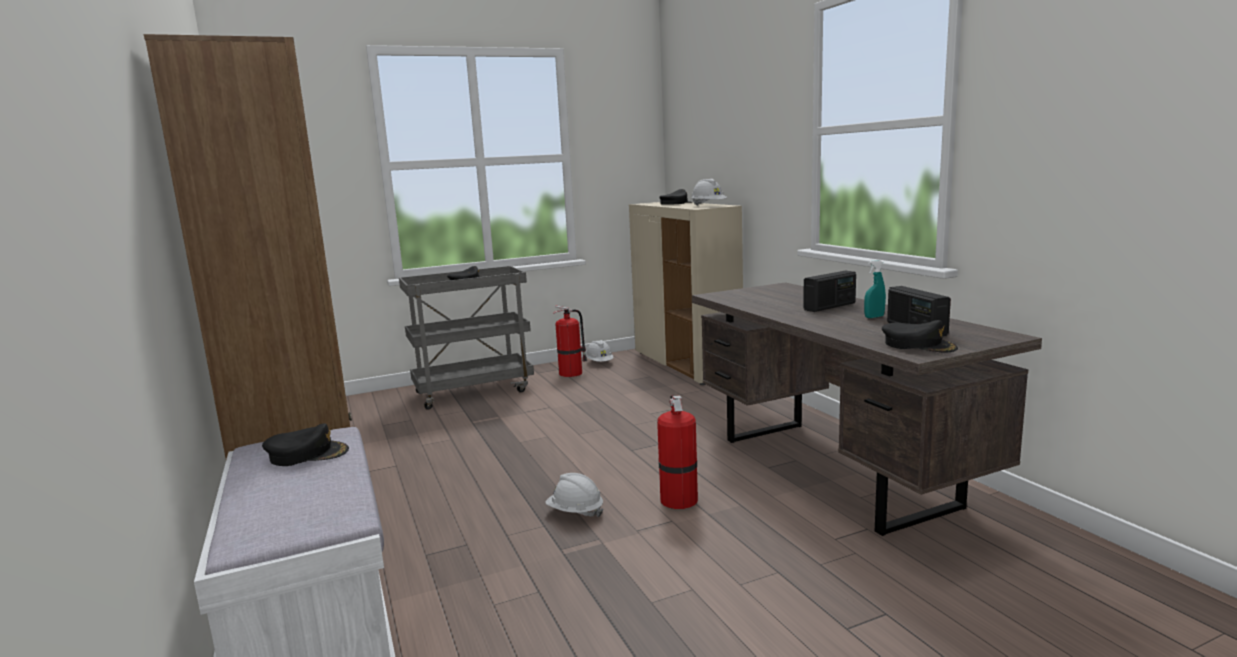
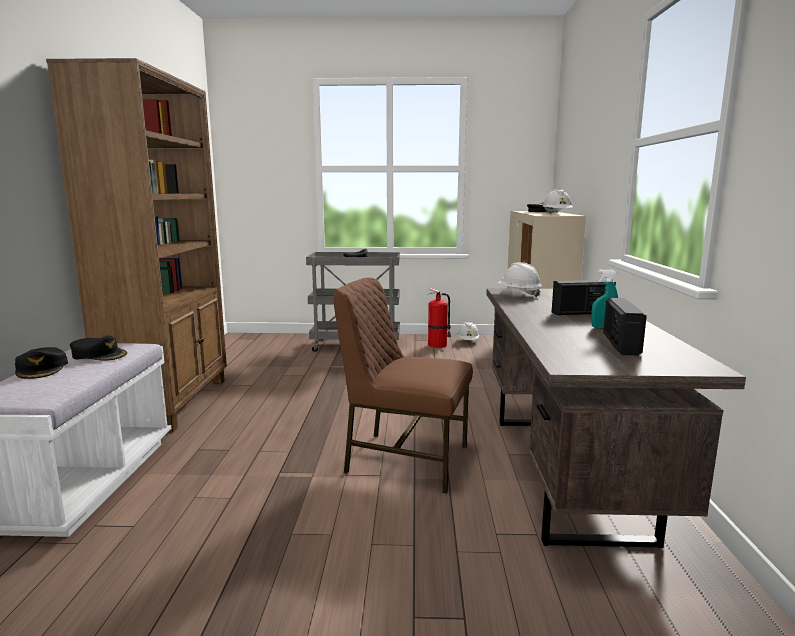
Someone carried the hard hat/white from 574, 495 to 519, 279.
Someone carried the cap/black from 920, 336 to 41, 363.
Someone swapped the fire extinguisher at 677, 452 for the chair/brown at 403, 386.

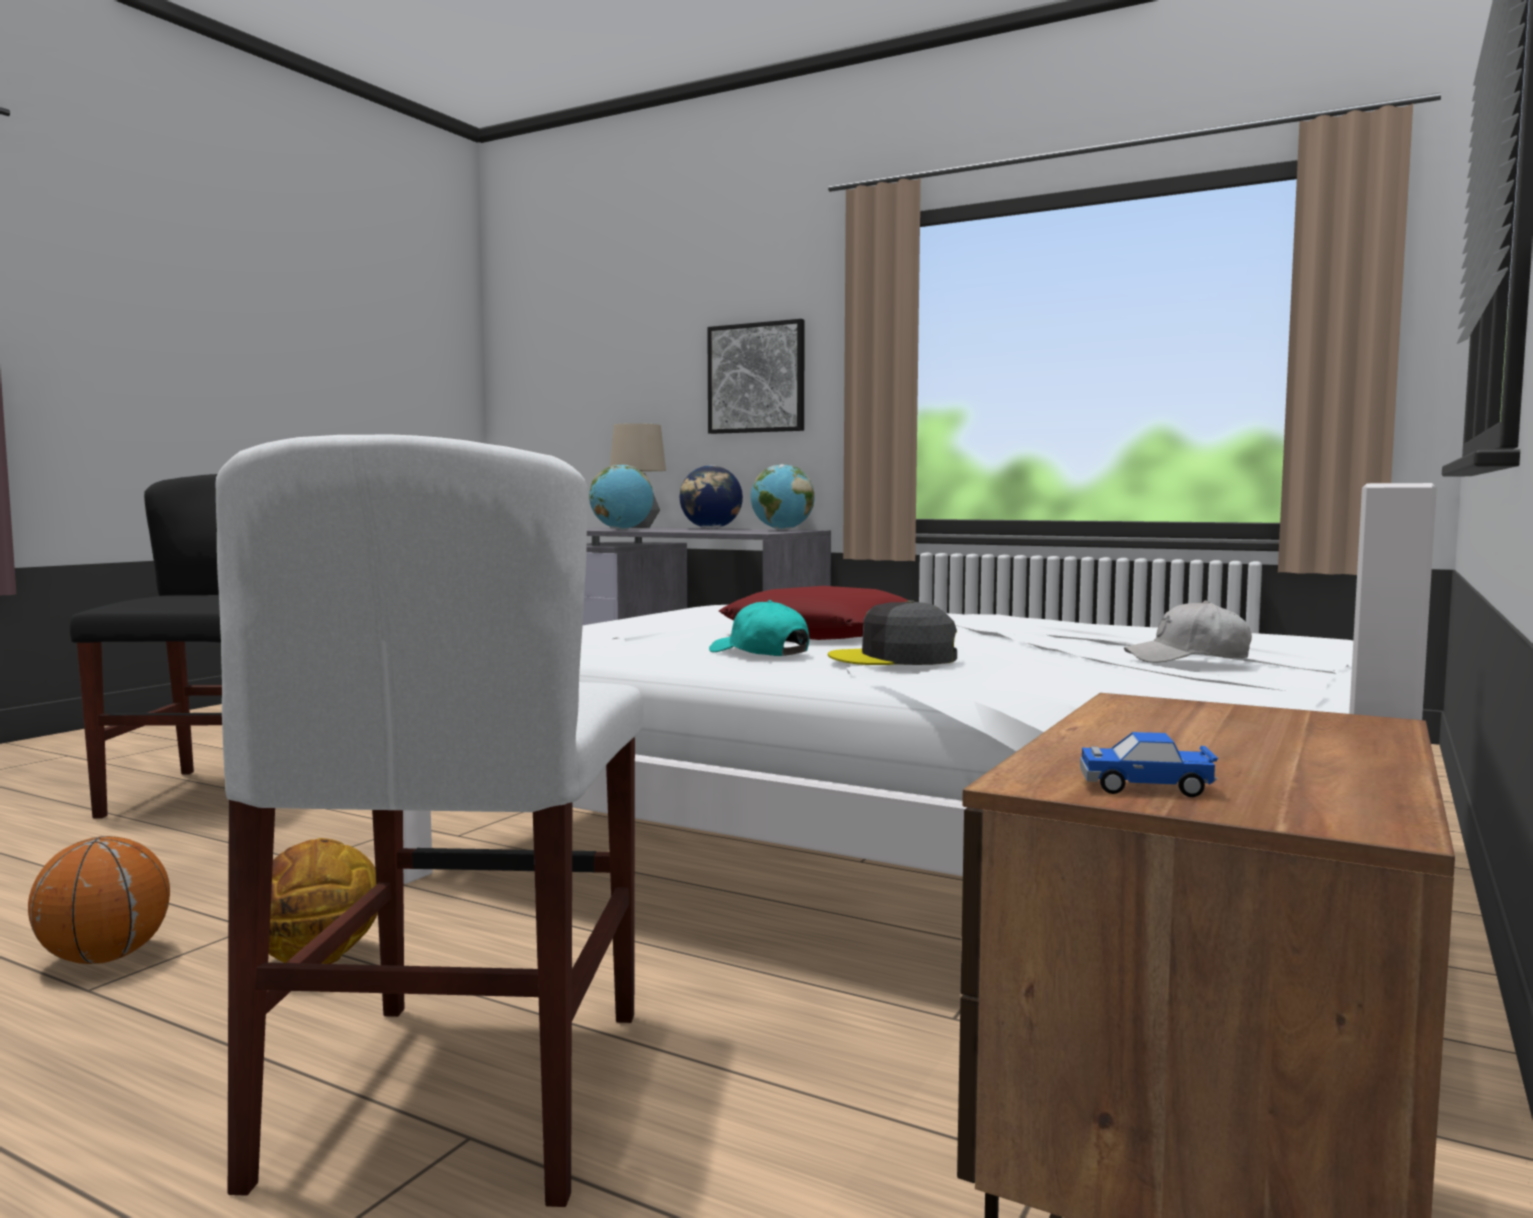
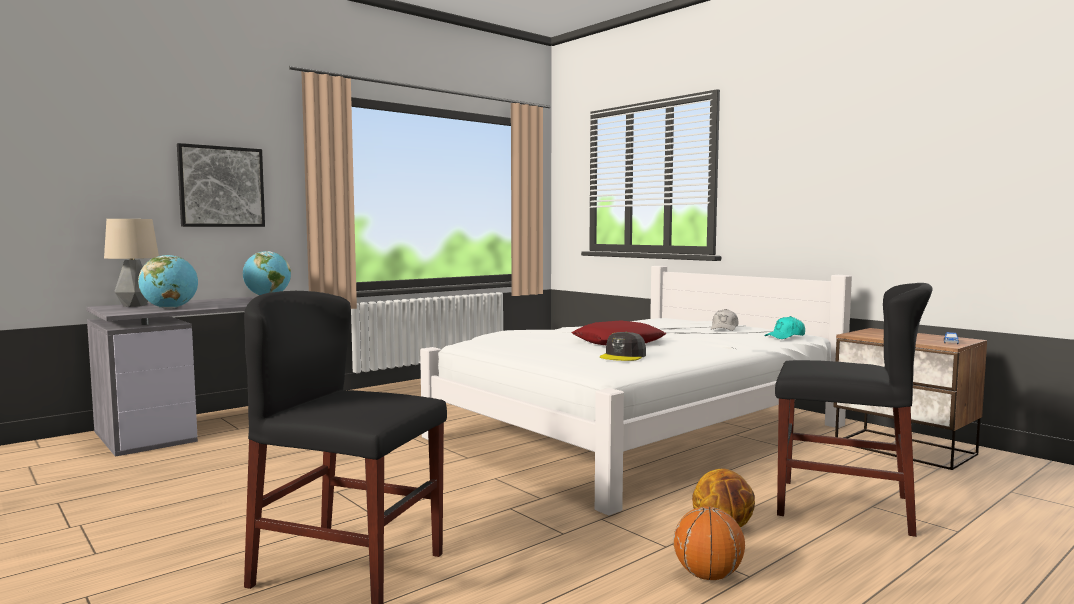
Someone took away the globe at 711, 497.
Someone carried the cap/turquoise from 759, 628 to 784, 327.
Someone carried the cap/grey from 892, 632 to 623, 346.
Someone repainted the chair/white at 430, 820, which became the chair/black at 854, 410.

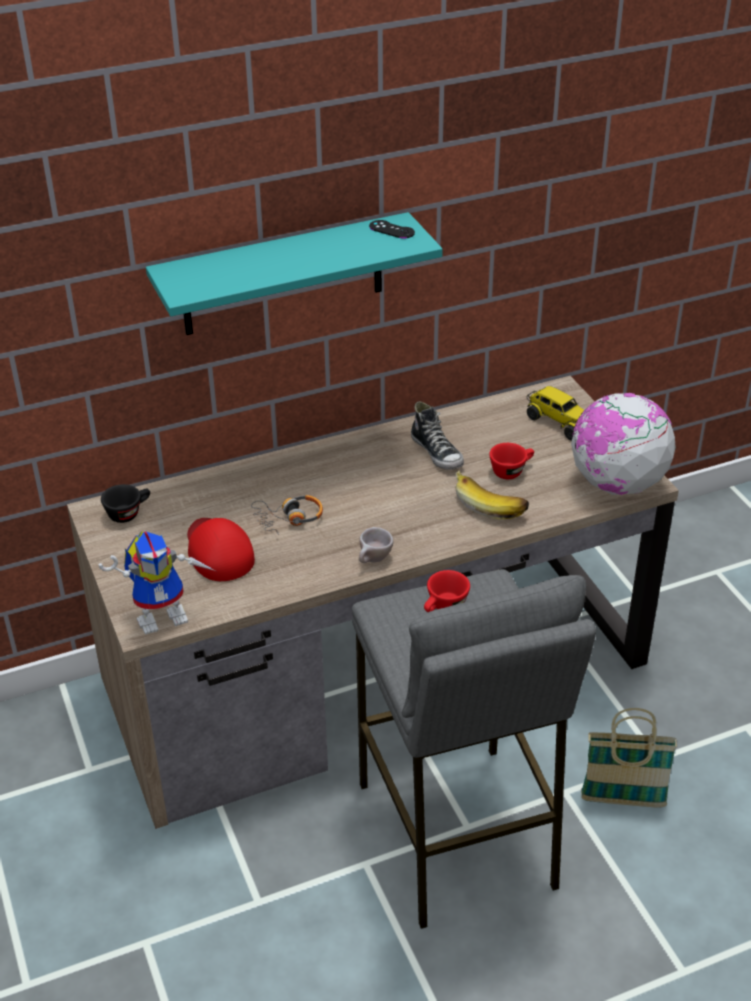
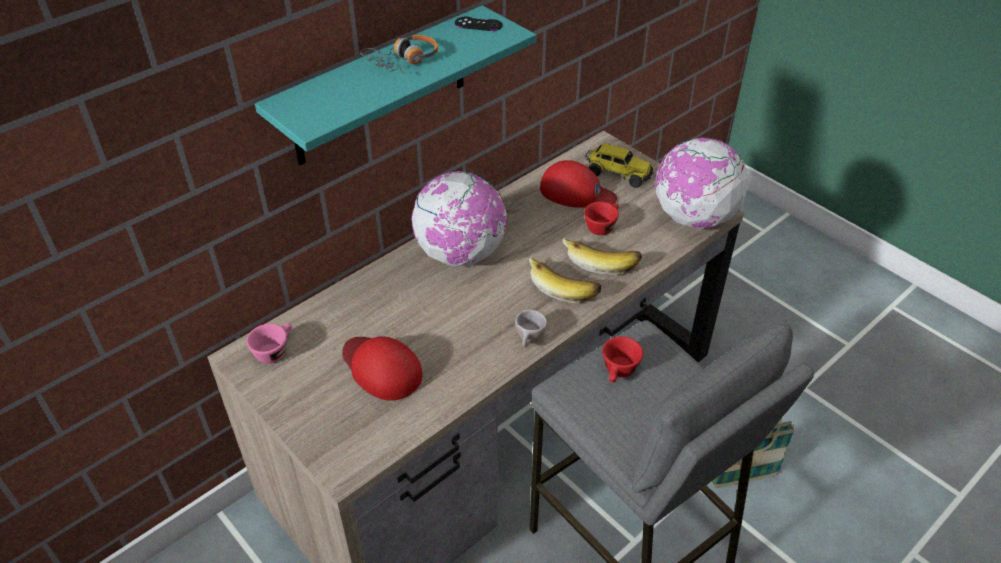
Someone took away the toy robot at 156, 583.
Someone took away the shoe at 437, 435.
Someone put down the globe at 459, 219.
Someone put down the banana at 565, 279.
Someone put down the cap/red at 578, 183.
Someone carried the headphones from 287, 515 to 399, 54.
Someone repainted the cup/black at 125, 503, which became the cup/pink at 269, 343.

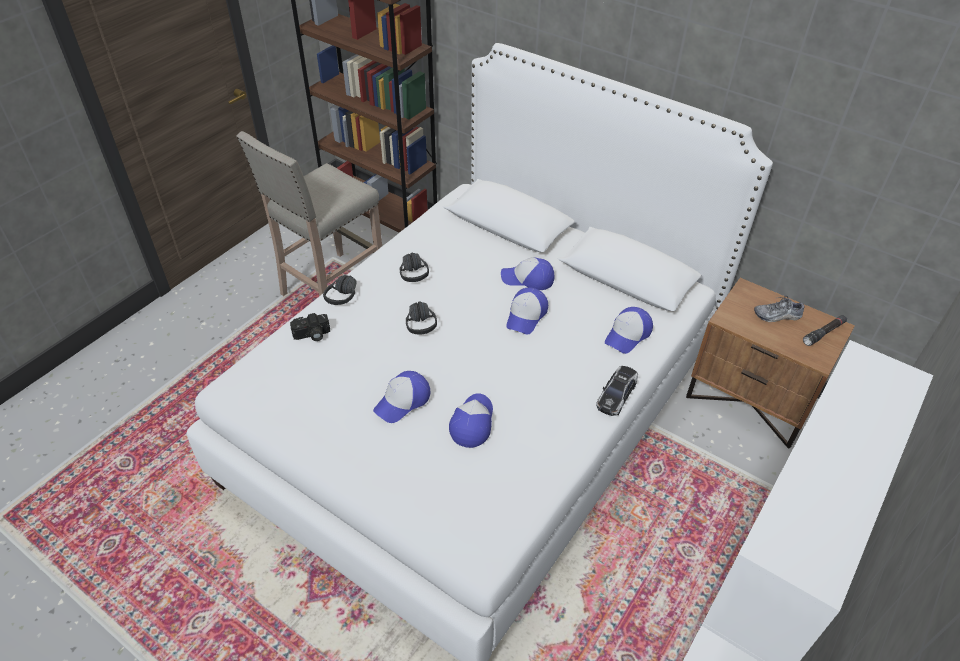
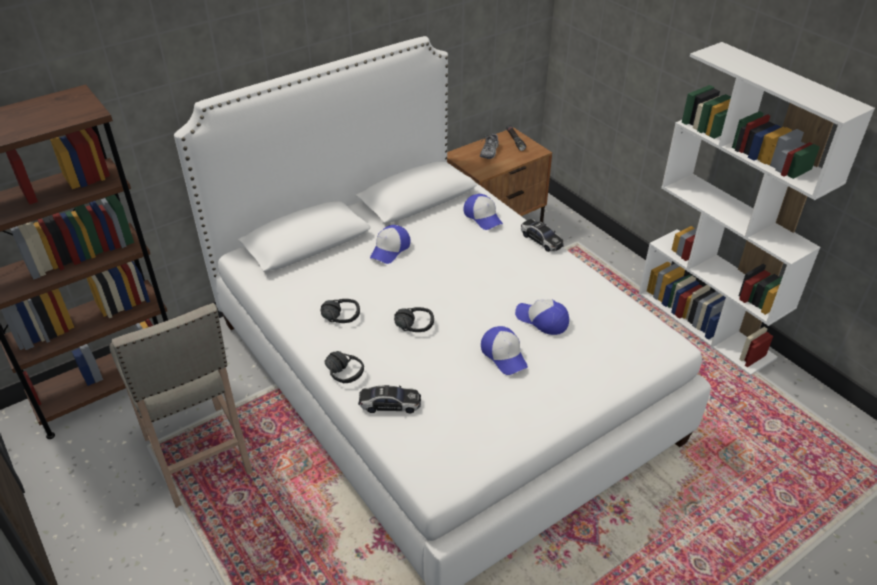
Someone took away the cap at 527, 311.
Someone swapped the photo camera at 310, 327 for the toy car at 389, 399.

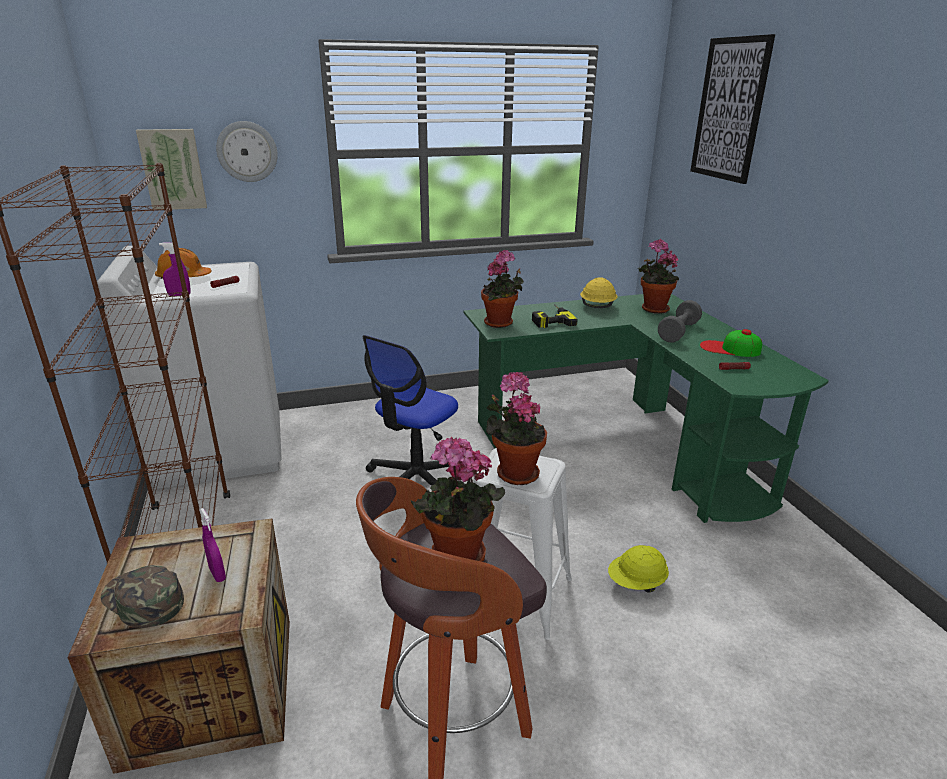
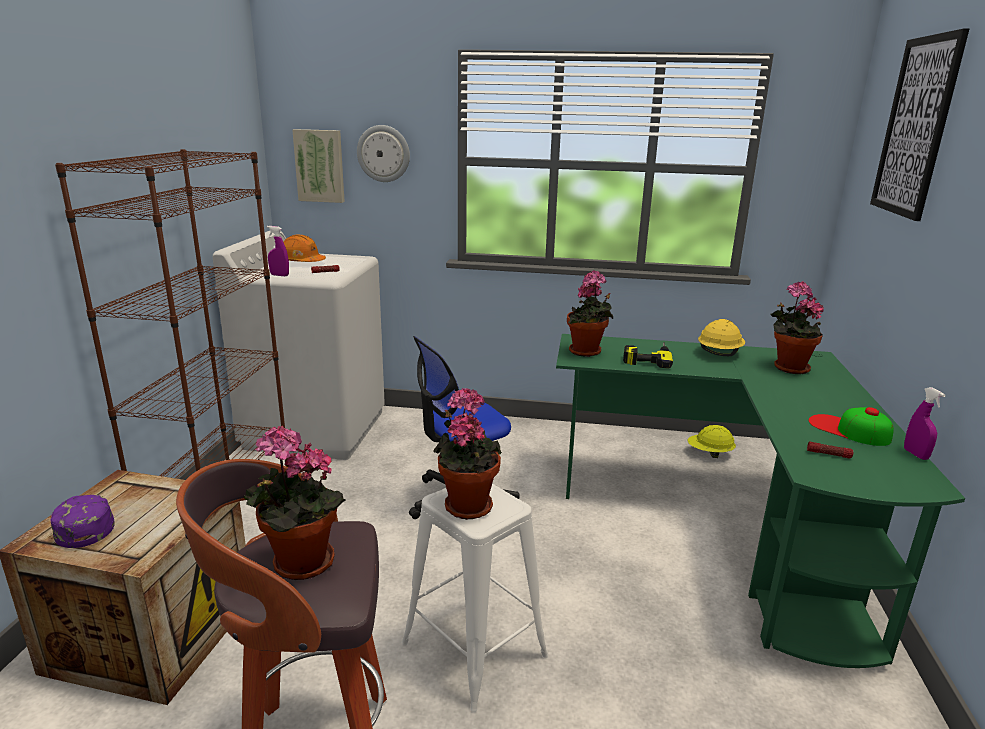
Someone took away the dumbbell/grey at 680, 321.
Someone carried the spray bottle/purple from 212, 545 to 925, 423.
Someone carried the hard hat/yellow from 638, 569 to 712, 441.
Someone repainted the cap/green at 142, 596, which became the cap/purple at 83, 521.

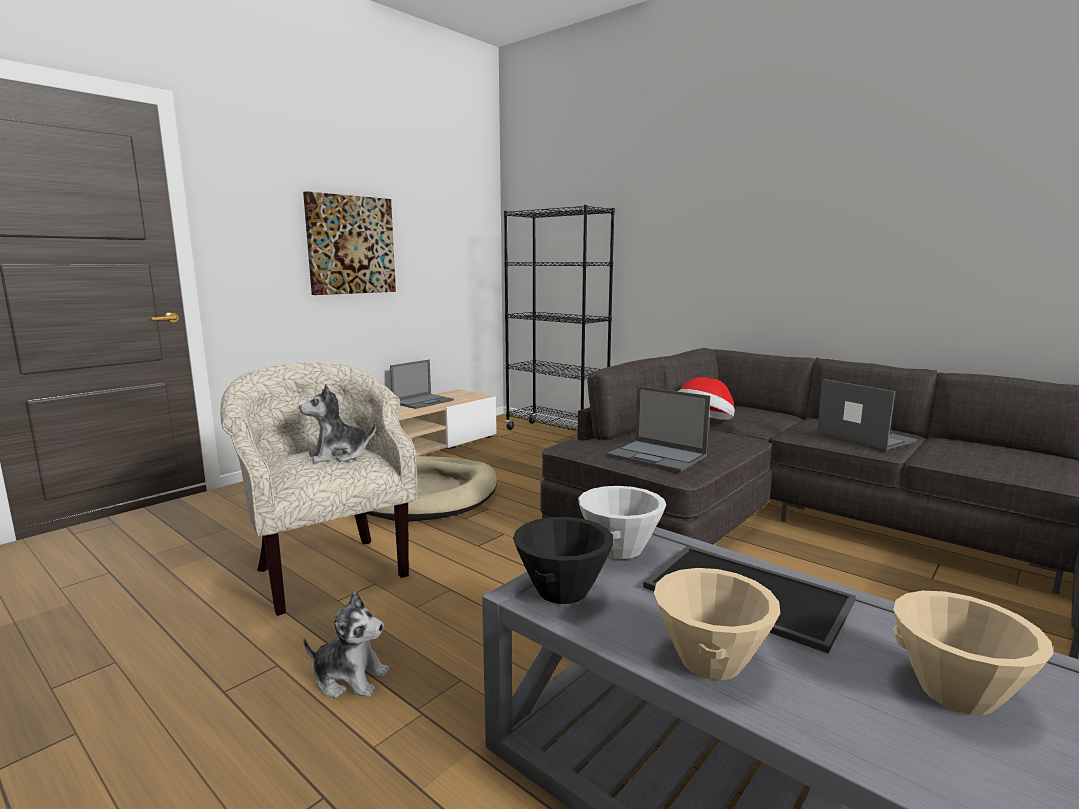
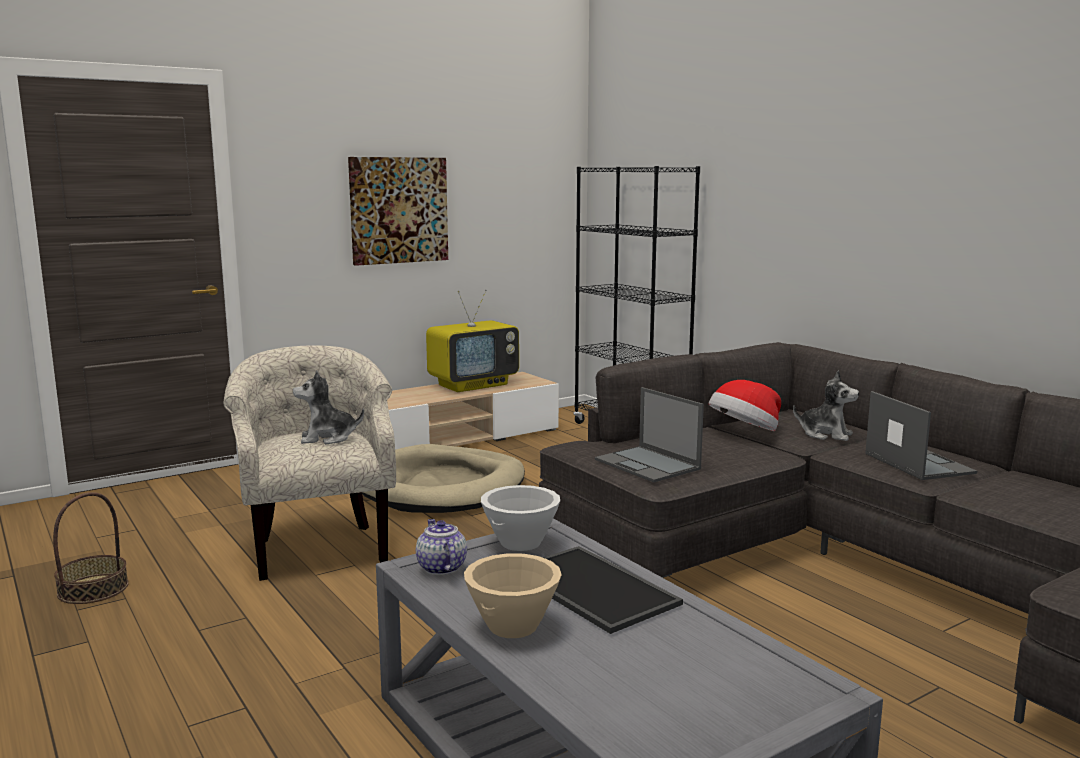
Someone took away the bowl/beige at 973, 653.
Someone put down the basket at 91, 548.
Someone carried the plush toy from 346, 645 to 826, 405.
Someone swapped the laptop at 422, 384 for the television at 472, 341.
Someone swapped the bowl/black at 563, 560 for the teapot at 441, 547.

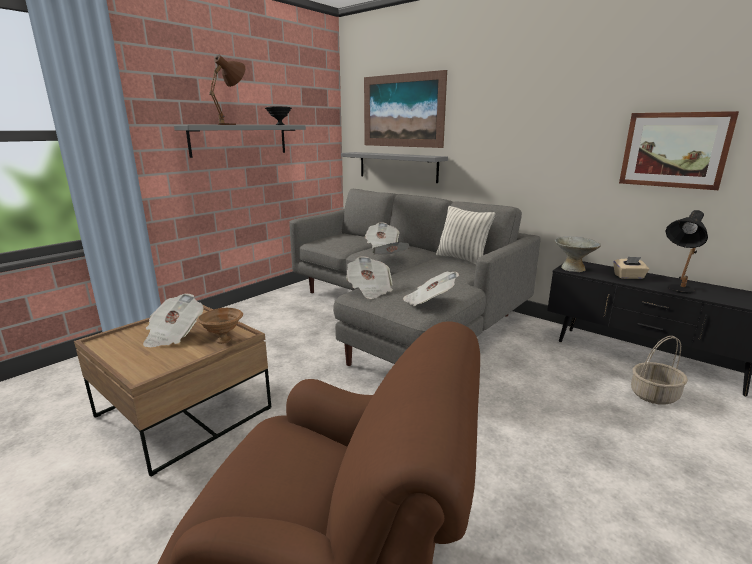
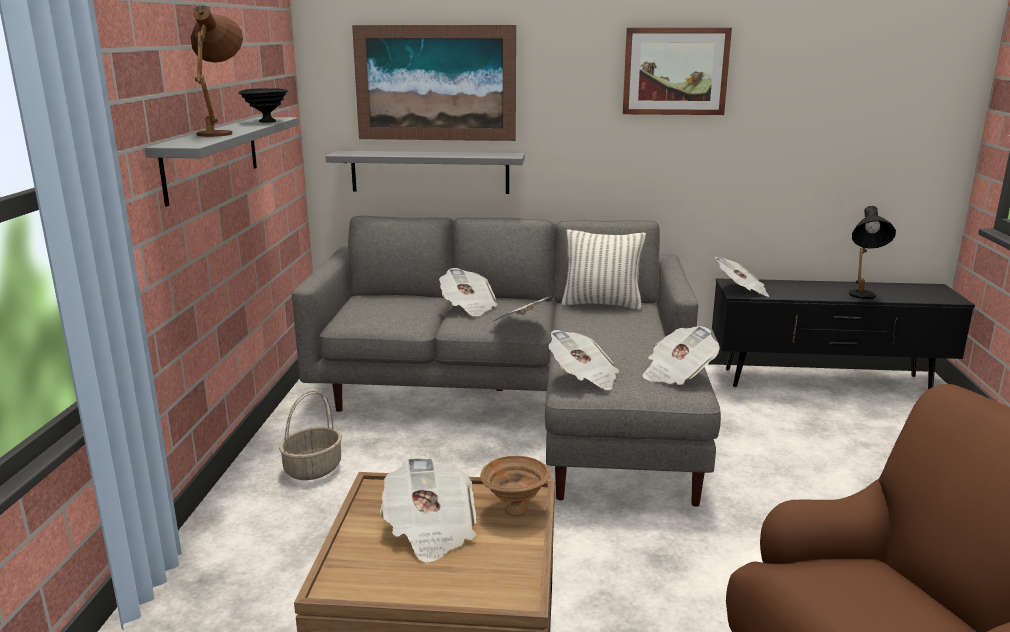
Someone took away the tissue box/beige at 631, 268.
Someone carried the picture from 679, 150 to 677, 71.
Someone carried the basket from 659, 370 to 310, 435.
Someone swapped the bowl/grey at 578, 254 for the newspaper at 742, 277.

